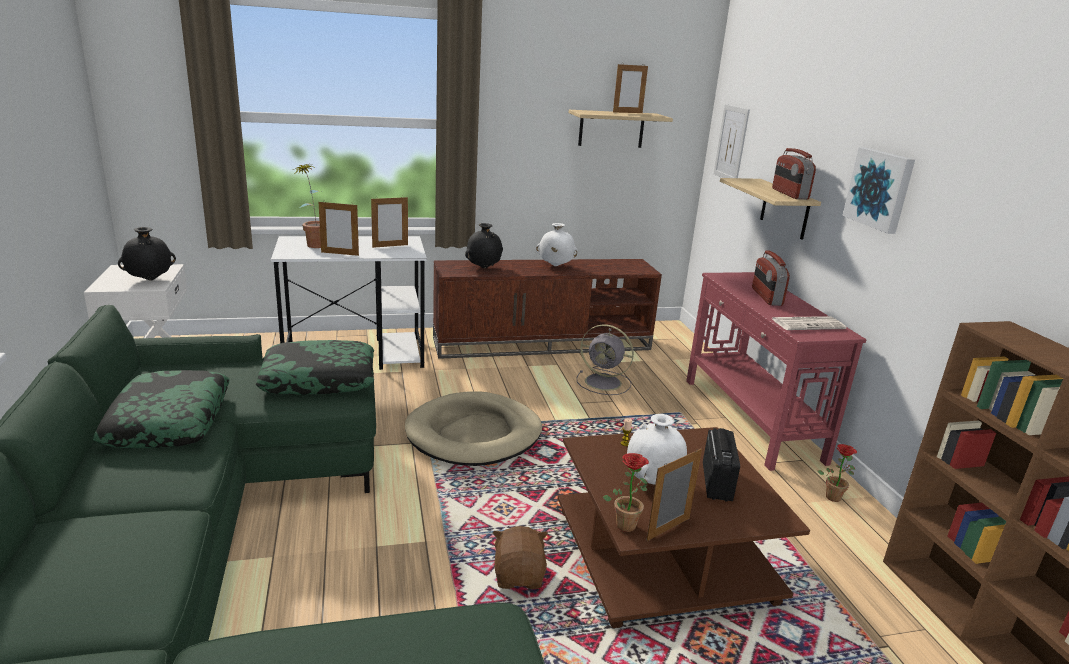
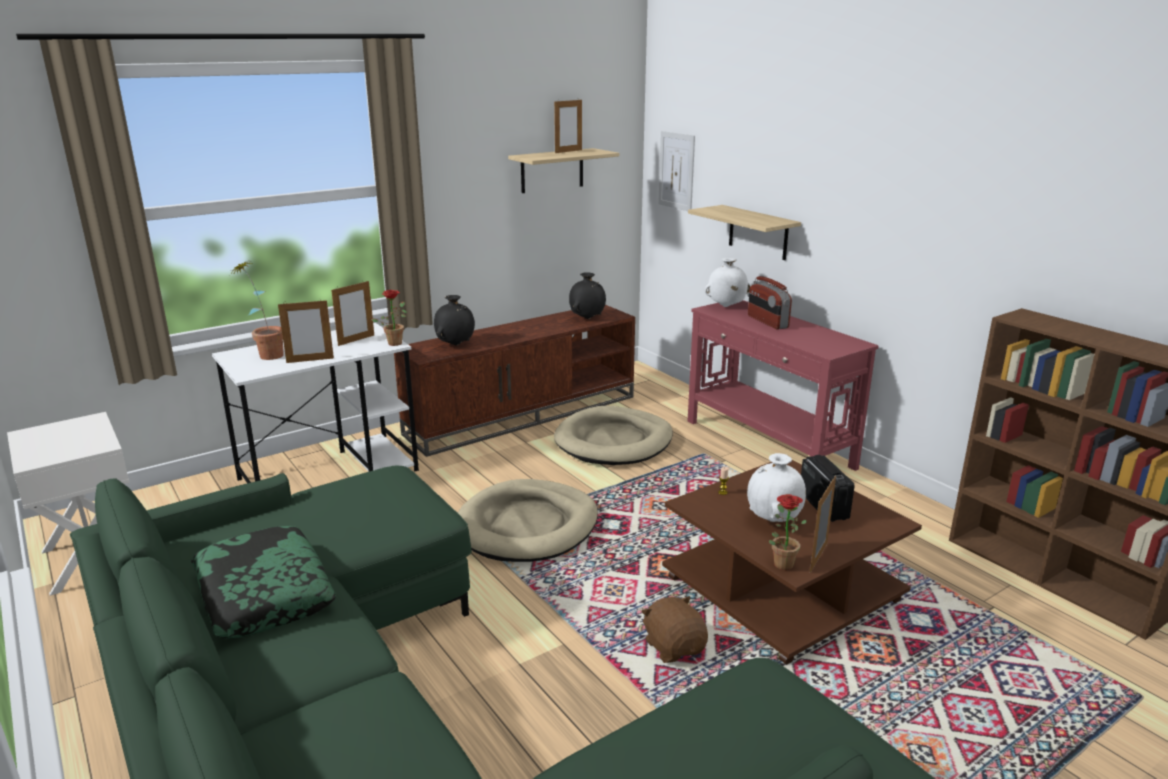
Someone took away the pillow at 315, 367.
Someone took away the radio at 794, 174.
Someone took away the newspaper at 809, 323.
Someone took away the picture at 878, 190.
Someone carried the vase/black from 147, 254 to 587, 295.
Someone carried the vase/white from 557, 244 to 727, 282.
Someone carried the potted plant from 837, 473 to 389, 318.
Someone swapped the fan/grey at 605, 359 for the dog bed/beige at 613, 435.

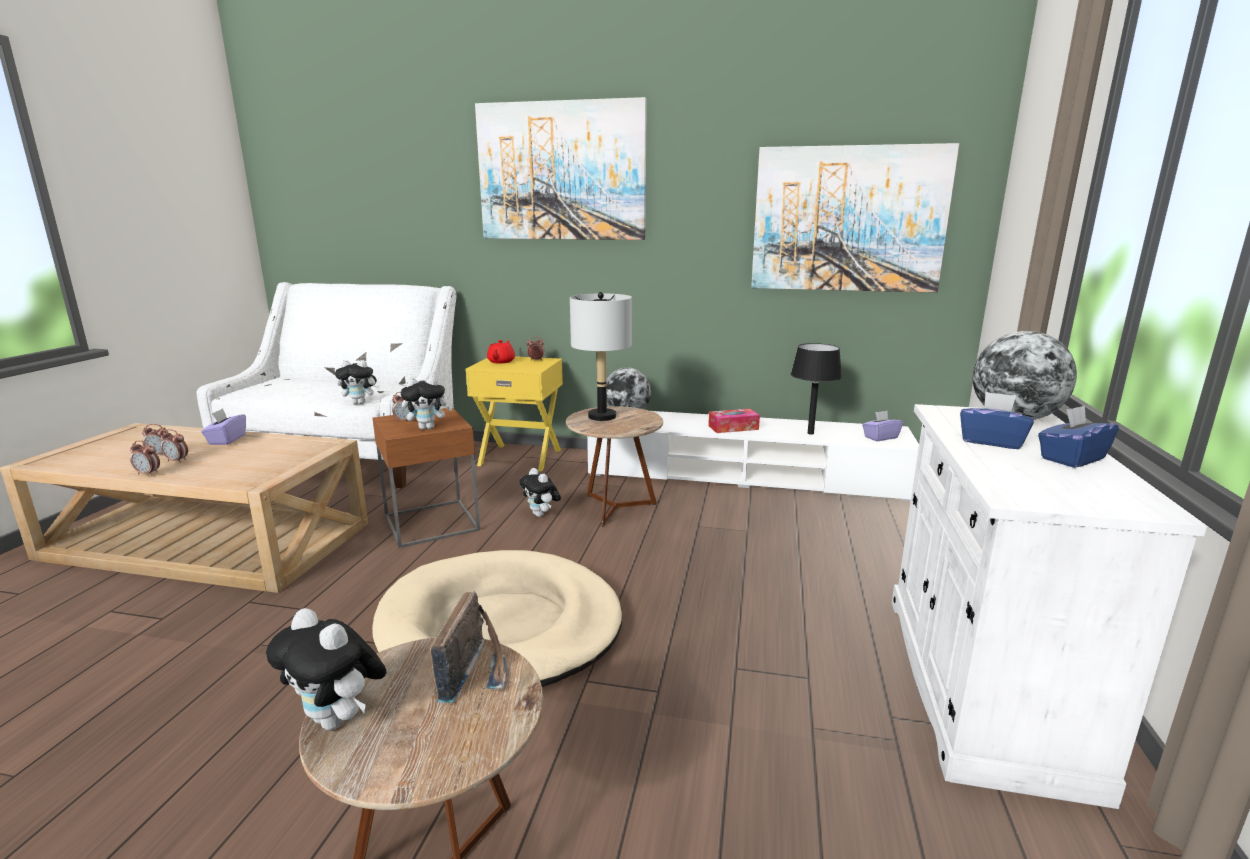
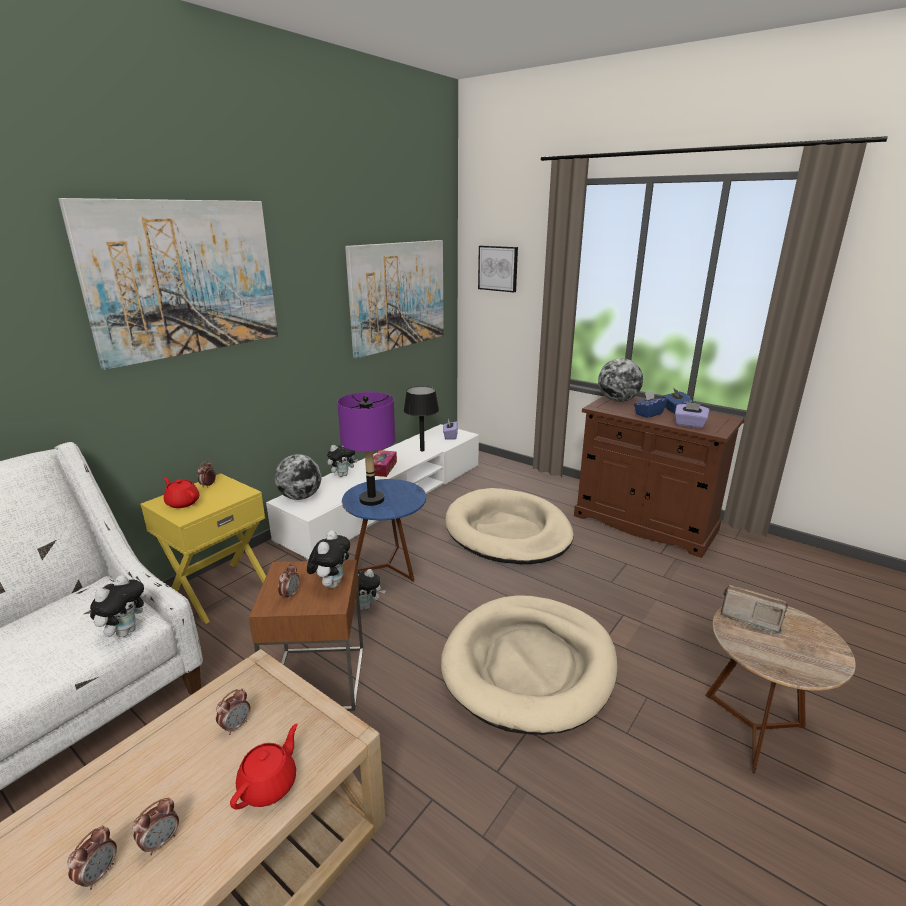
Someone put down the teapot/red at 264, 766.
Someone put down the dog bed/beige at 509, 526.
Someone put up the picture at 498, 269.
Someone carried the alarm clock from 145, 458 to 233, 712.
Someone carried the tissue box/purple from 223, 426 to 692, 415.
Someone carried the plush toy from 326, 669 to 342, 461.
Someone repainted the side table/brown at 614, 466, which became the side table/blue at 384, 530.
Someone repainted the table lamp/grey at 601, 356, which became the table lamp/purple at 366, 449.
Someone repainted the cabinet/white at 1049, 606, which became the cabinet/brown at 659, 477.

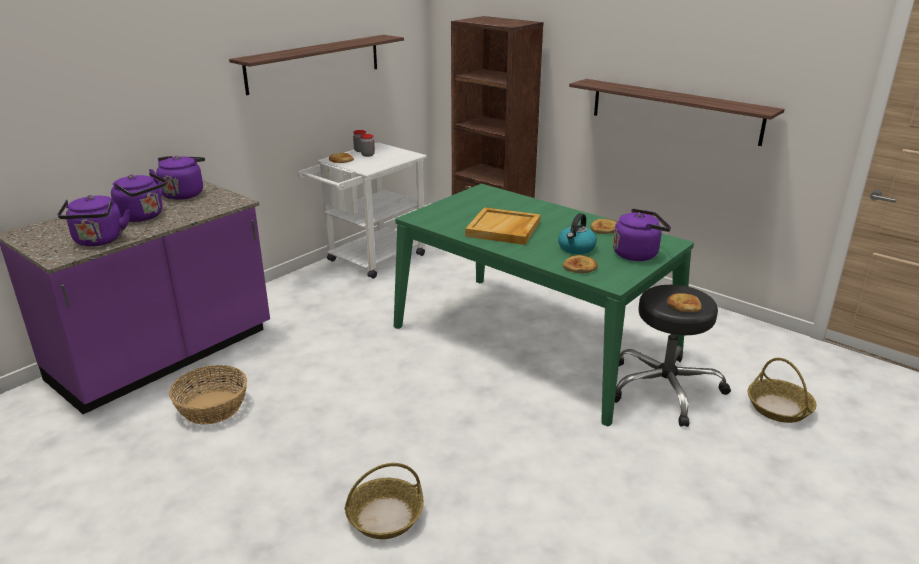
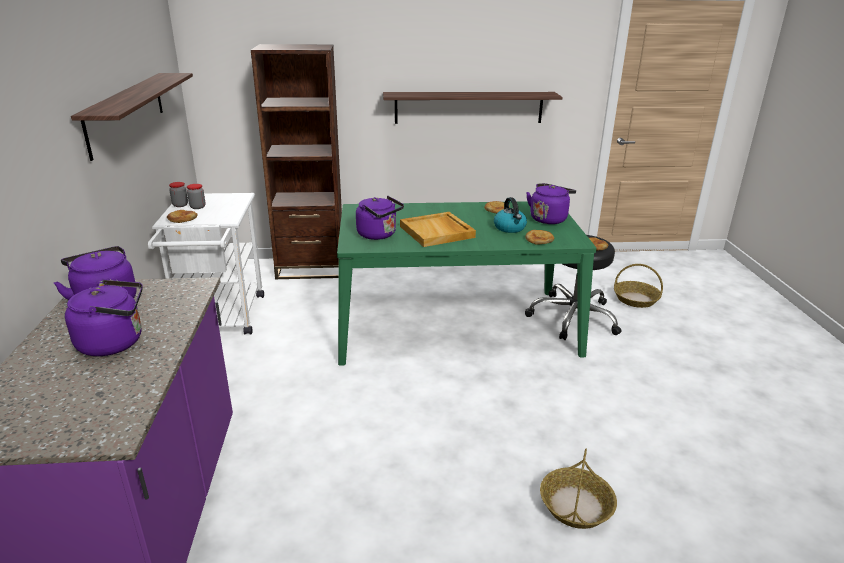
Someone took away the basket at 208, 395.
Someone carried the kettle/purple from 93, 220 to 380, 218.

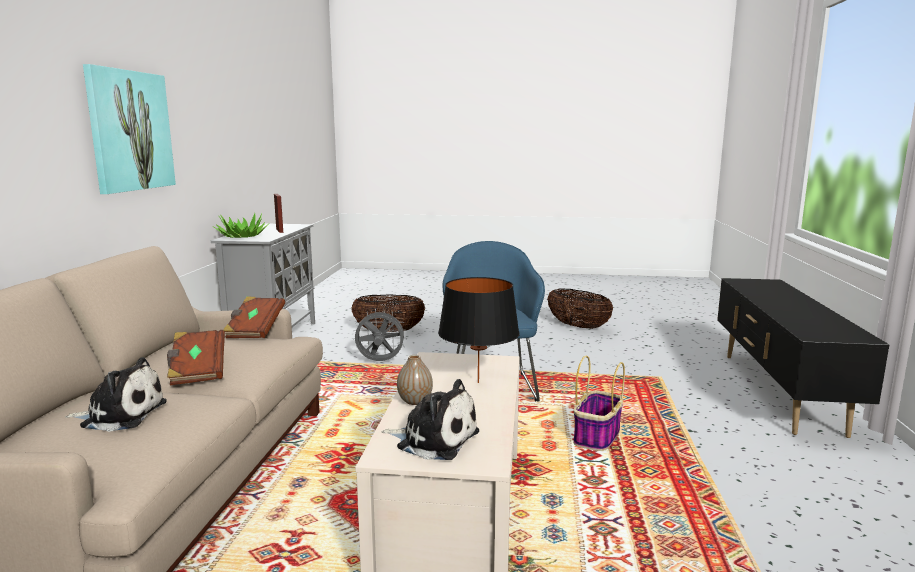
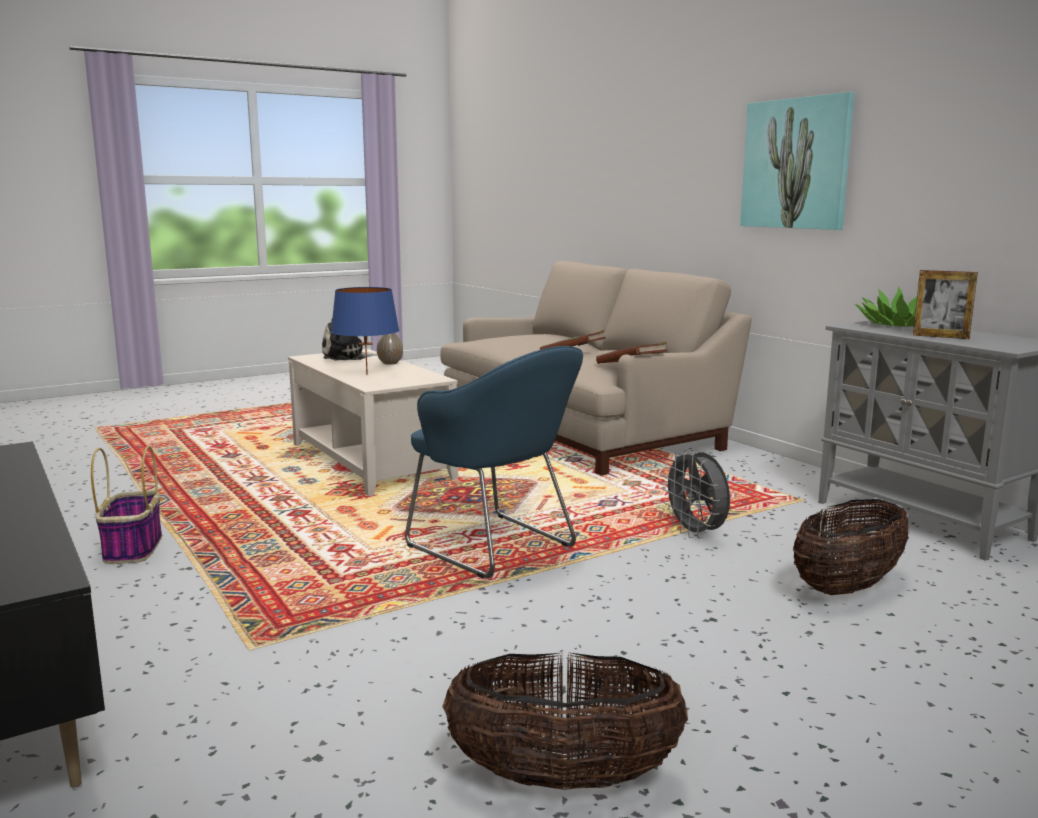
Someone took away the plush toy at 116, 394.
Someone carried the basket from 599, 403 to 126, 505.
Someone repainted the table lamp/black at 479, 330, which became the table lamp/blue at 365, 331.
Someone rotated the fan/grey at 380, 335 by 105 degrees clockwise.

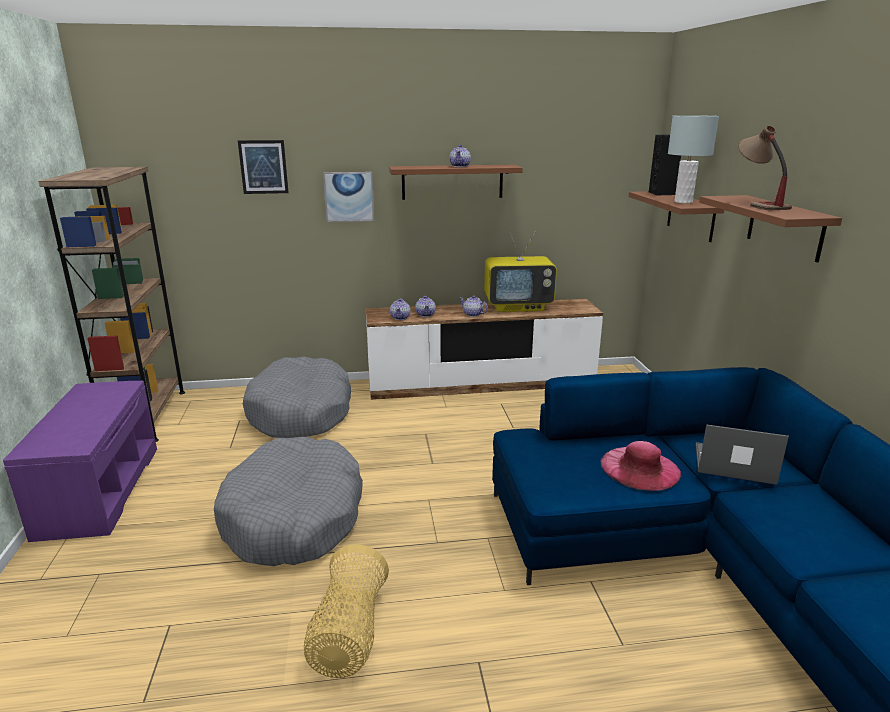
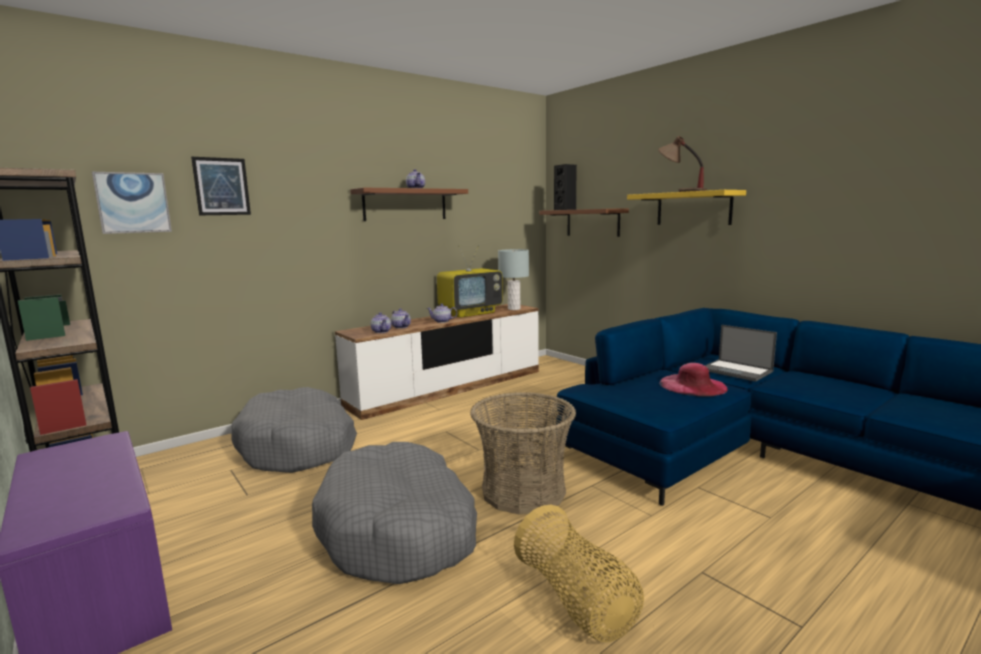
Someone put down the basket at 523, 453.
Someone carried the picture from 348, 197 to 132, 203.
Someone carried the table lamp/grey from 693, 159 to 513, 279.
Someone repainted the shelf/brown at 770, 229, which became the shelf/yellow at 686, 207.
Someone rotated the laptop at 742, 454 by 120 degrees counterclockwise.

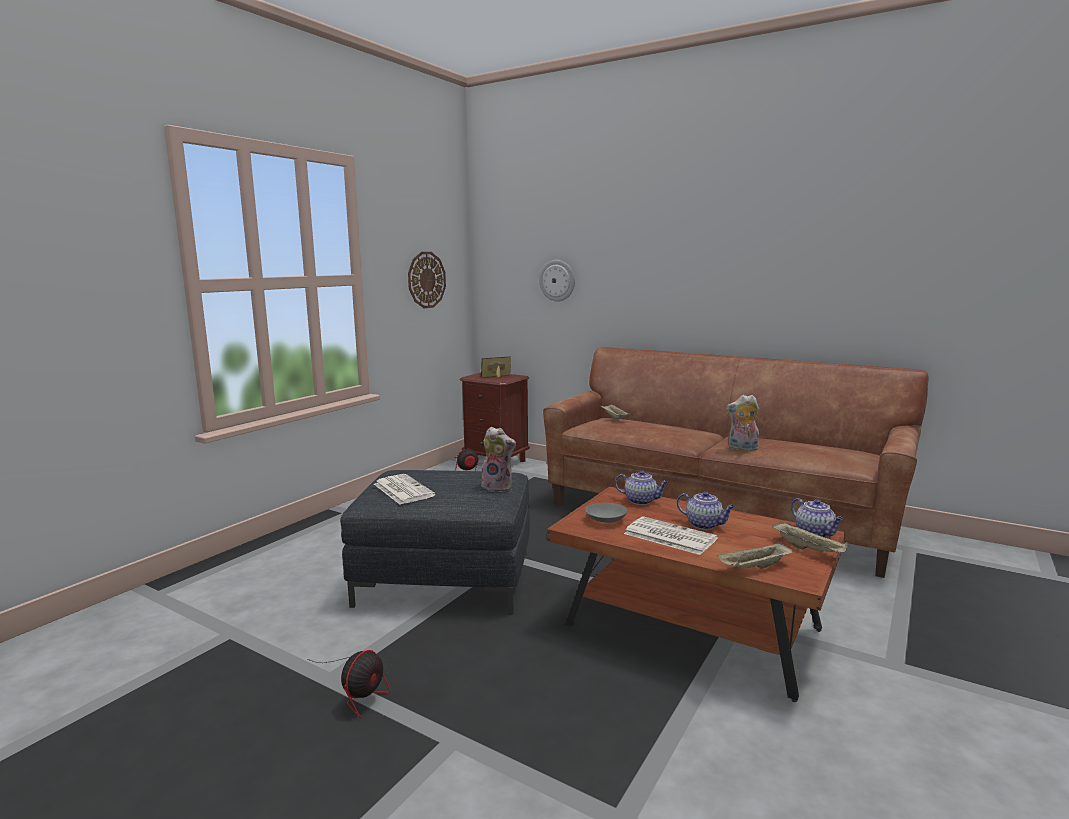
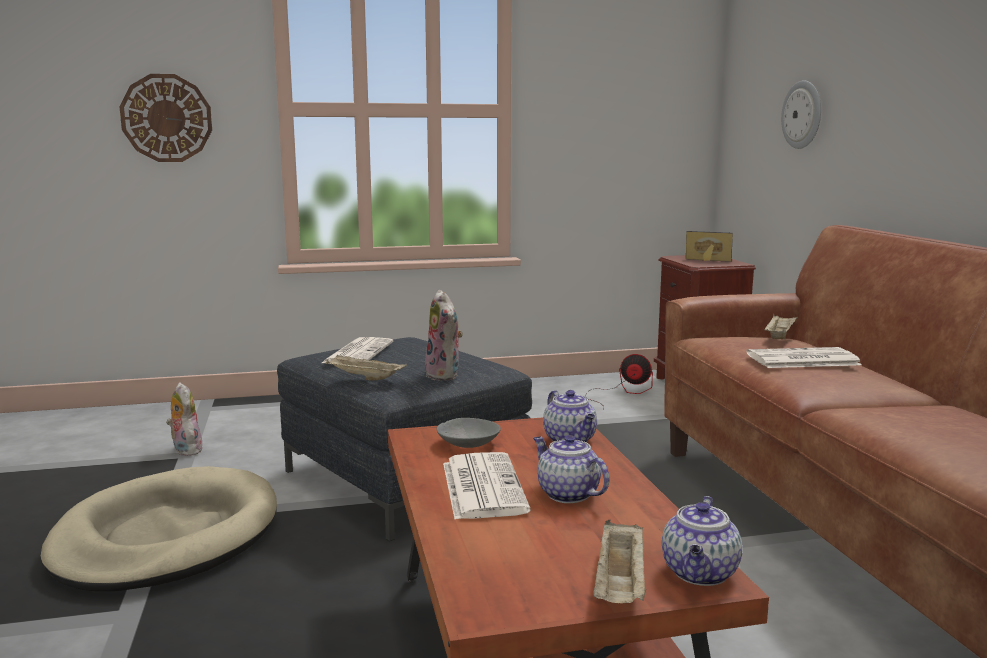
Someone put down the newspaper at 804, 357.
Someone carried the wall clock from 427, 280 to 165, 118.
Someone carried the tray/beige from 755, 555 to 366, 367.
Someone carried the plush toy from 742, 423 to 185, 419.
Someone swapped the fan at 349, 684 for the dog bed/beige at 159, 528.
Someone rotated the teapot at 706, 510 by 150 degrees clockwise.

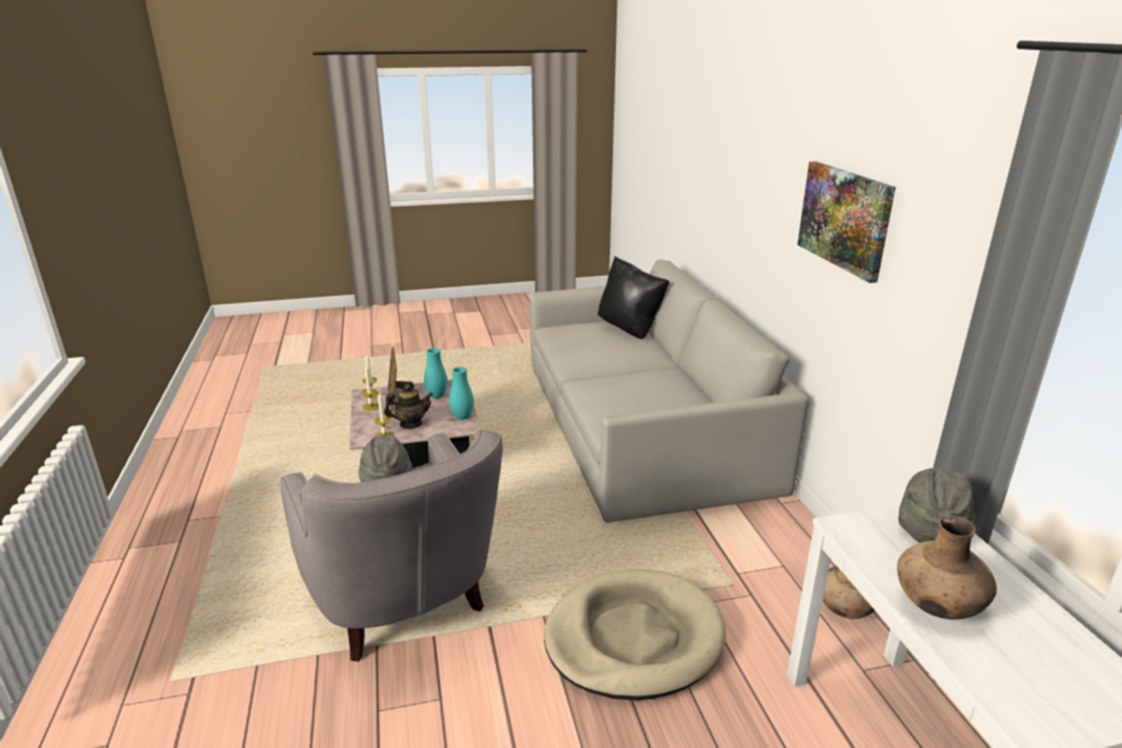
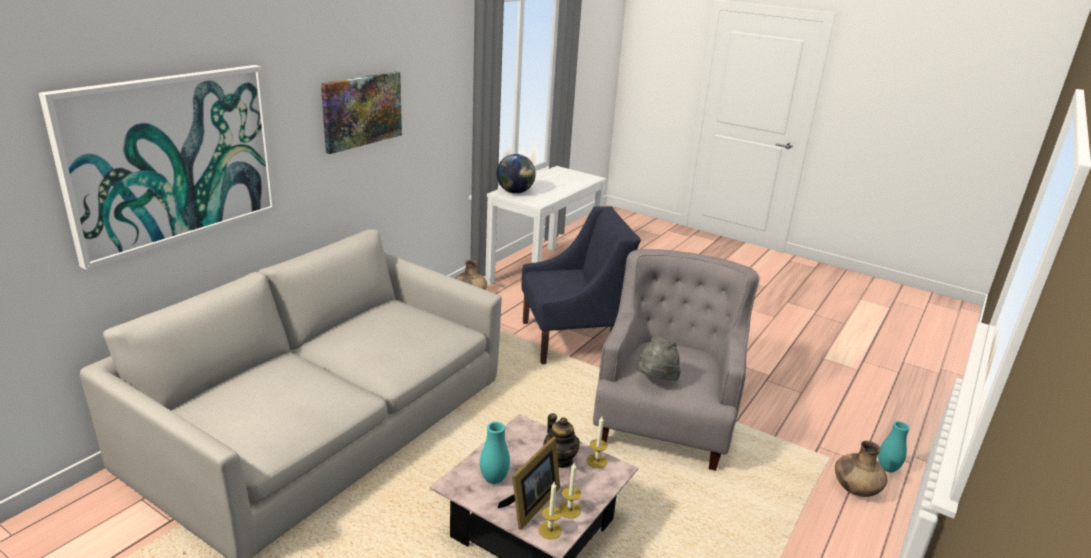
Someone took away the pillow/black at 633, 297.
Someone put up the picture at 157, 167.
Someone carried the vase/turquoise from 461, 393 to 894, 446.
Someone carried the vase/brown from 947, 567 to 861, 469.
Someone swapped the dog bed/beige at 635, 635 for the armchair/blue at 581, 285.
Someone swapped the hat/grey at 937, 505 for the globe at 516, 174.
Someone rotated the teapot at 408, 406 by 150 degrees counterclockwise.

